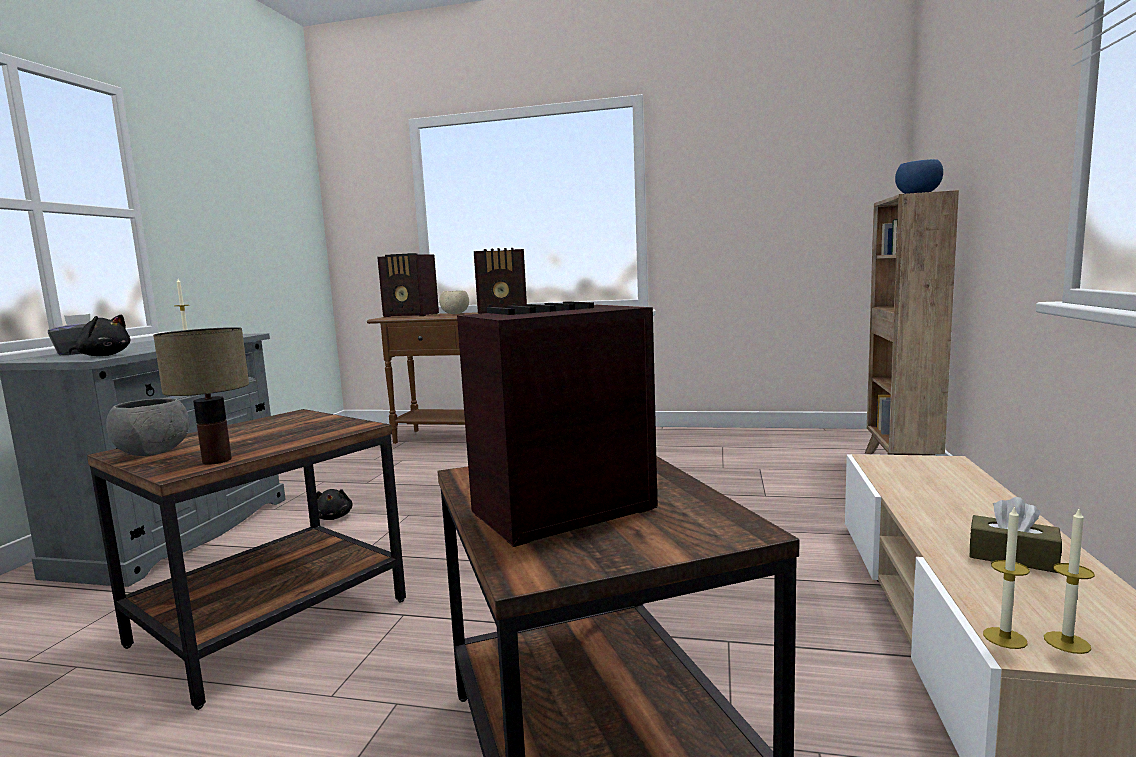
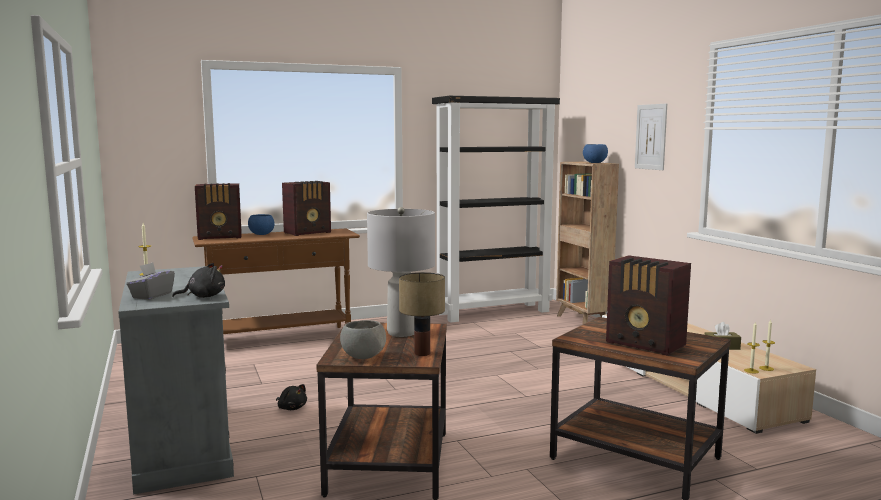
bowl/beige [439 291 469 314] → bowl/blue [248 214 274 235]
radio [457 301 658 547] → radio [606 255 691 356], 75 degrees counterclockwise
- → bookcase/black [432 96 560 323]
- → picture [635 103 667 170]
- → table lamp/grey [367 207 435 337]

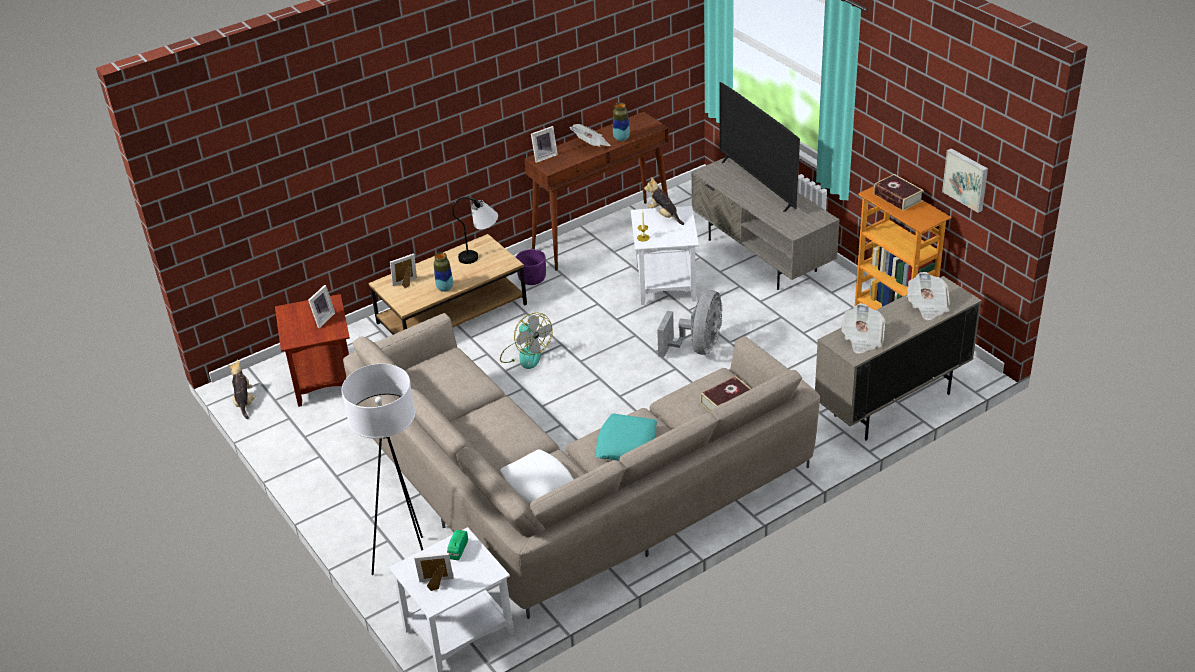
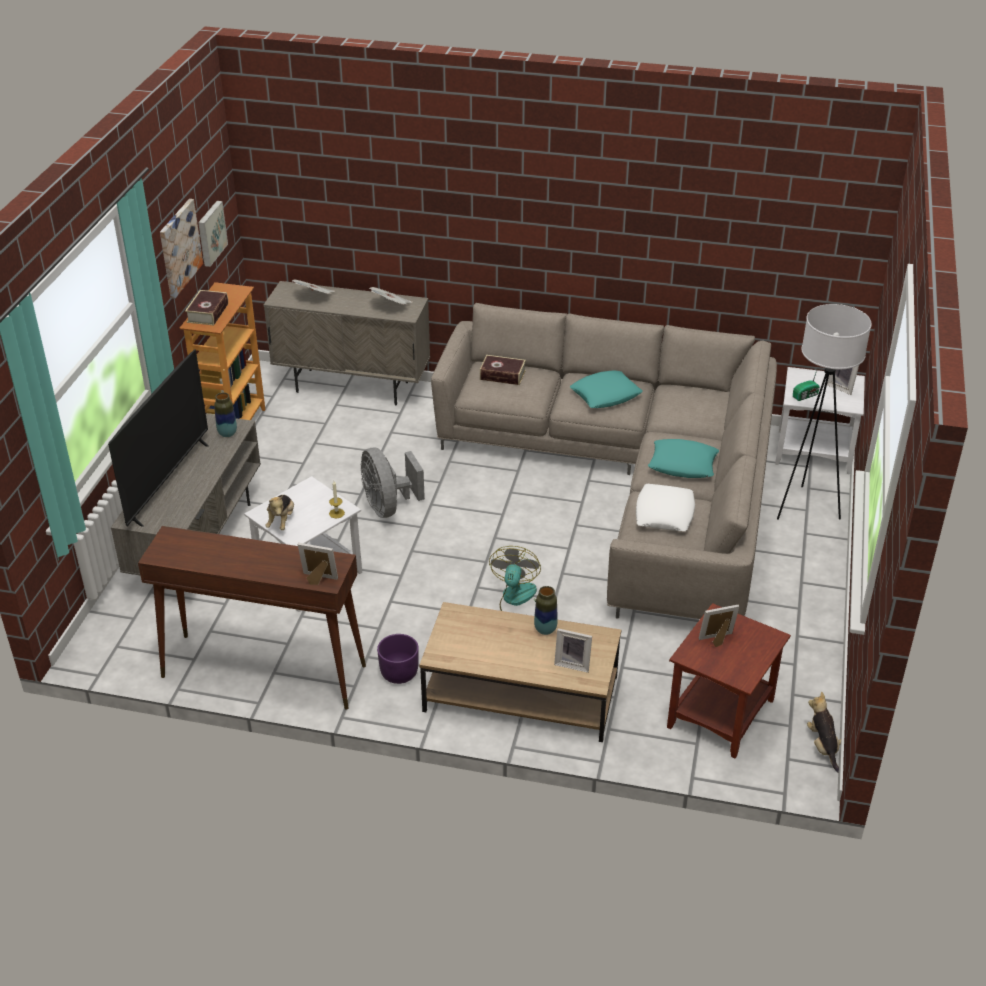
vase [613 103 630 141] → vase [214 392 237 437], shifted
newspaper [569 124 611 147] → -
table lamp [452 197 498 264] → -
fan/grey [657 290 722 357] → fan/grey [360 447 425 518], 90 degrees counterclockwise
plush toy [228 360 256 419] → plush toy [807 692 841 773], 135 degrees clockwise
pillow/white [500 449 574 503] → pillow/white [636 484 695 531], shifted
- → picture [160 199 203 299]
- → pillow/turquoise [648 439 719 478]

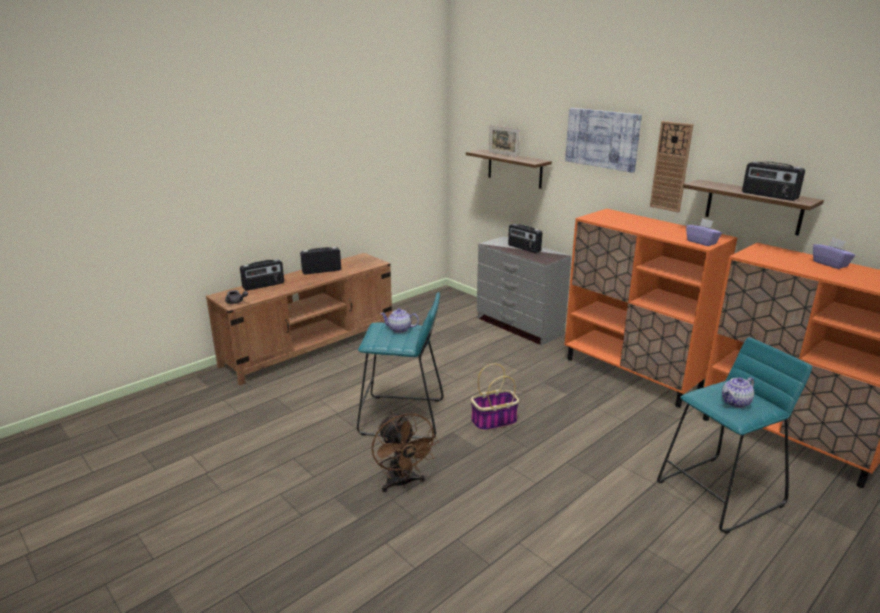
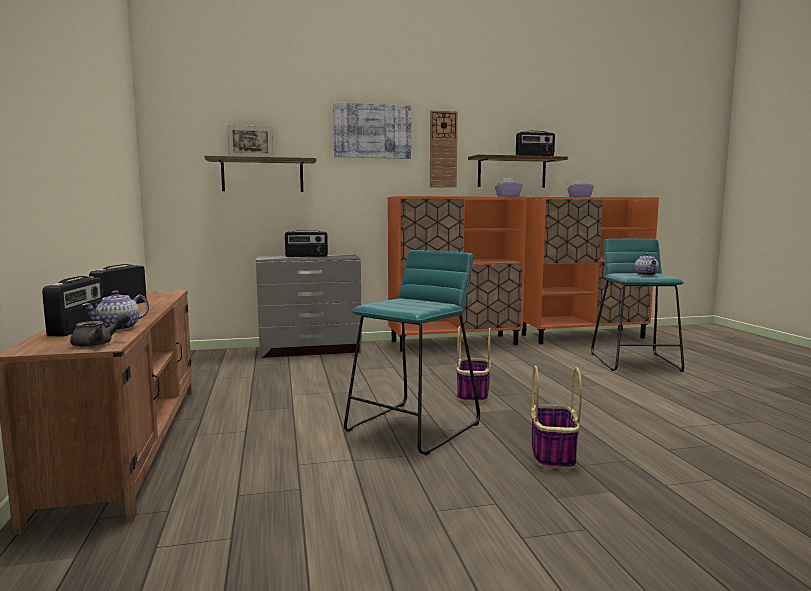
teapot [380 308 419 333] → teapot [82 290 149 331], shifted
fan/brown [372 412 439 492] → basket [531 366 582 469]

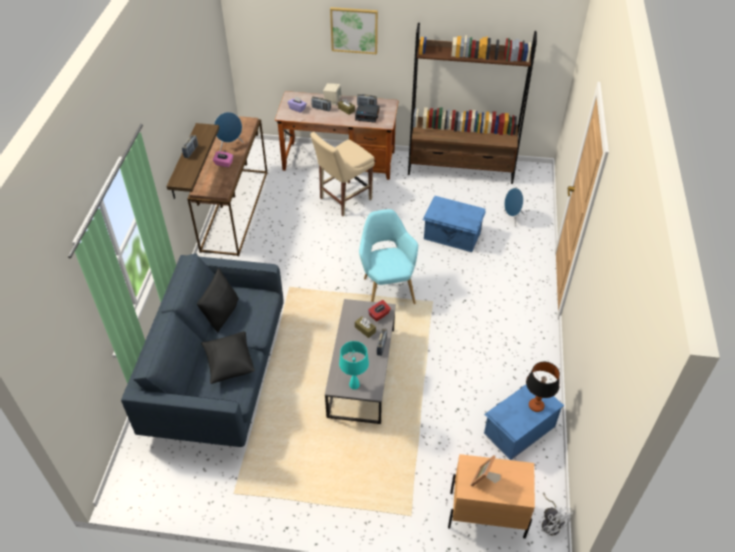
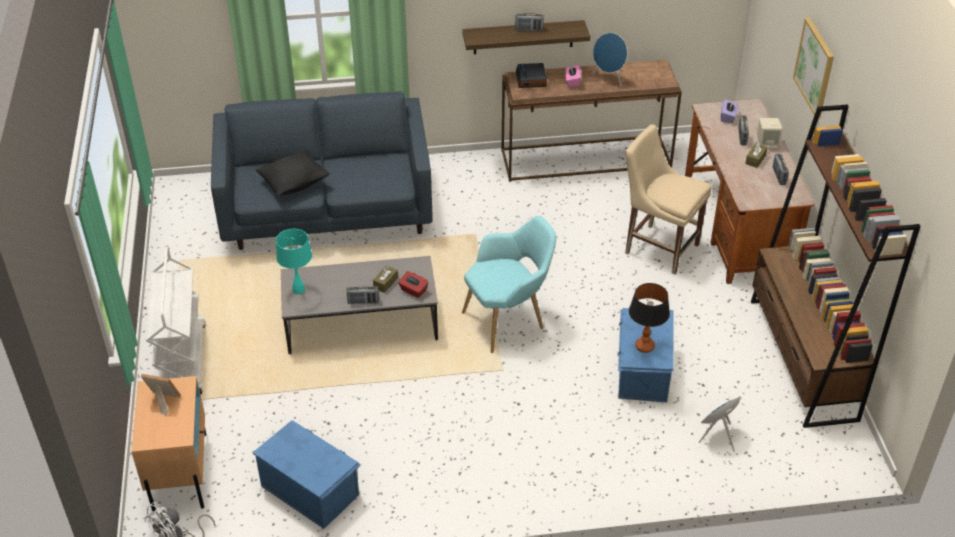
alarm clock [355 104 379 123] → alarm clock [516 63 547 88], shifted
pillow/black [197 268 239 332] → -
table lamp [526 362 560 412] → table lamp [629 283 670 353], shifted
- → cart/white [145 246 205 394]

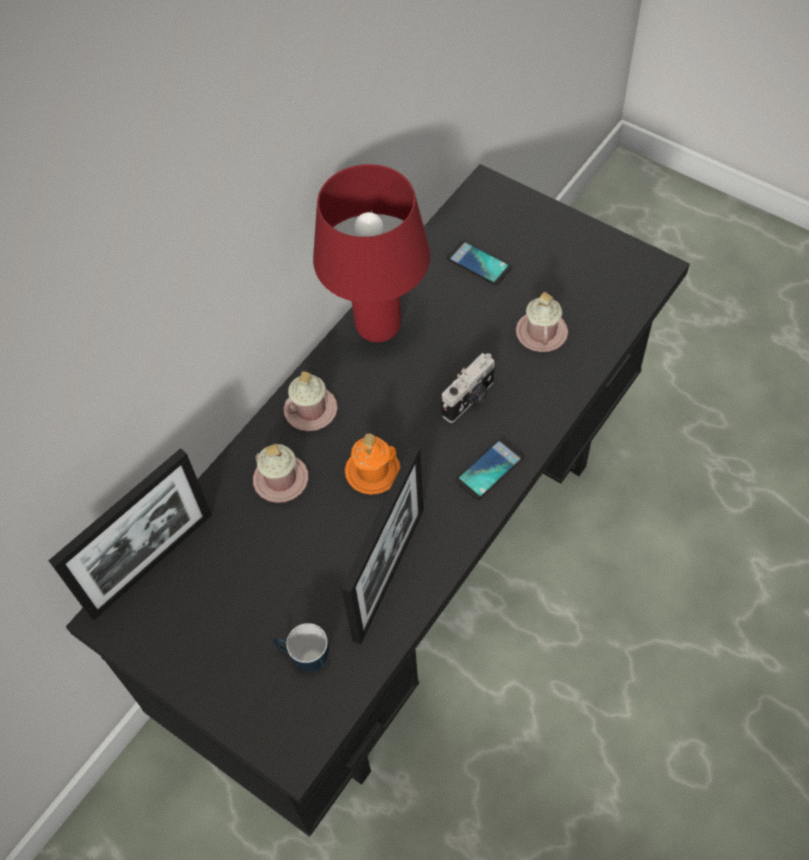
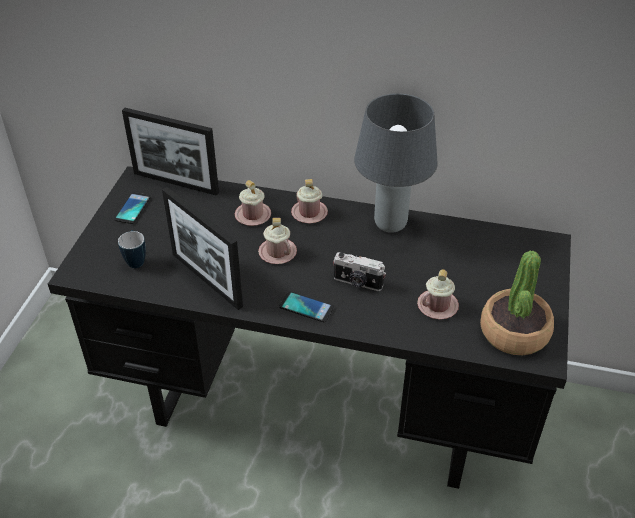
table lamp/red [313 164 430 342] → table lamp/grey [354 93 438 233]
phone [446 241 512 285] → phone [114 192 151 224], shifted
mug/orange [345 433 400 495] → mug/pink [258 218 297 264]
picture frame [341 445 423 644] → picture frame [162 187 243 310], 45 degrees clockwise
- → potted plant [480 251 554 355]

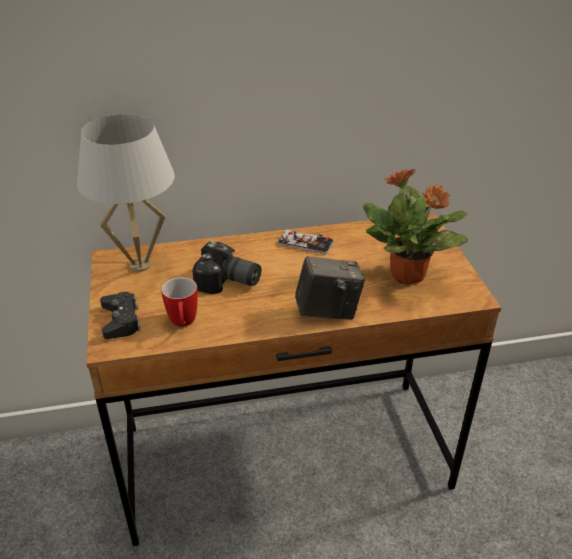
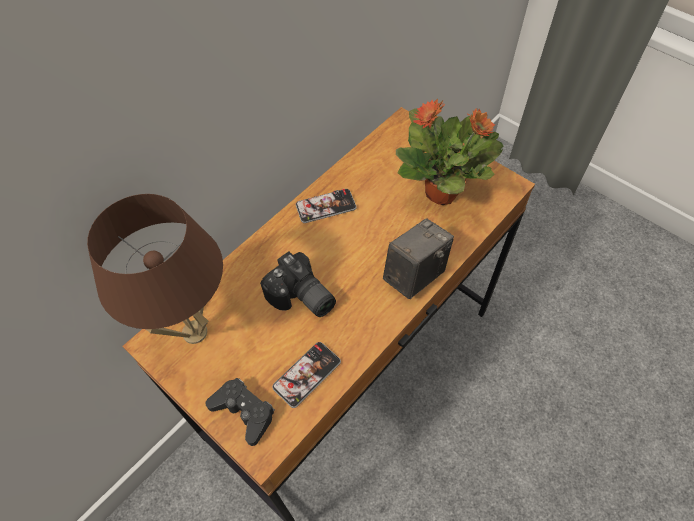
table lamp/white [77 114 175 272] → table lamp/brown [87 194 223 344]
photo camera [192 241 261 294] → photo camera [260 251 336 317], 60 degrees clockwise
mug [161 277 198 327] → phone [272 342 341 408]

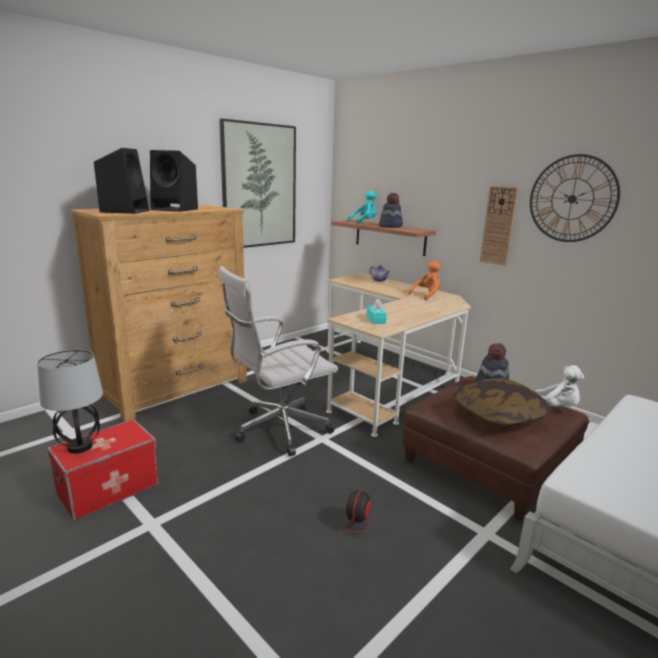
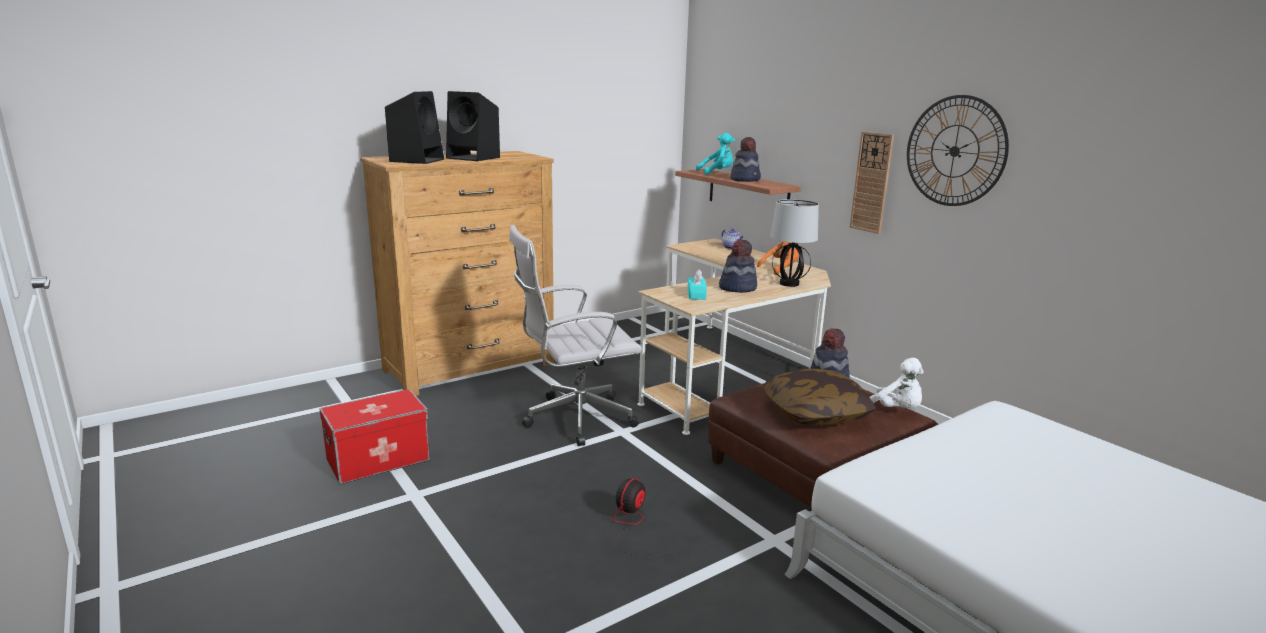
picture [219 118 296 248] → -
table lamp [37 350 103 454] → table lamp [770 199 819 287], shifted
- → hat [719 239 757 293]

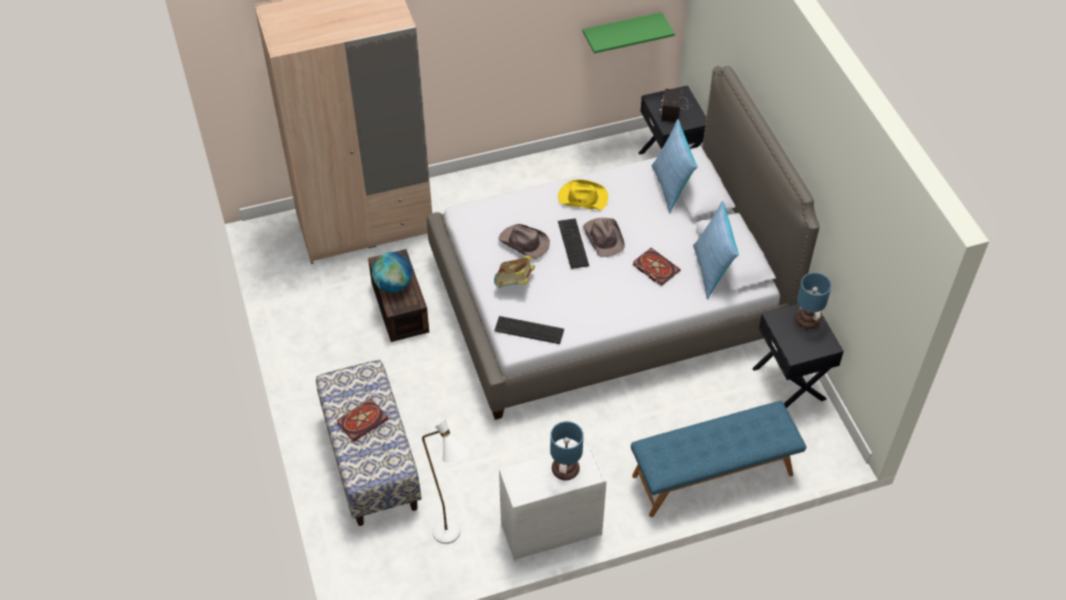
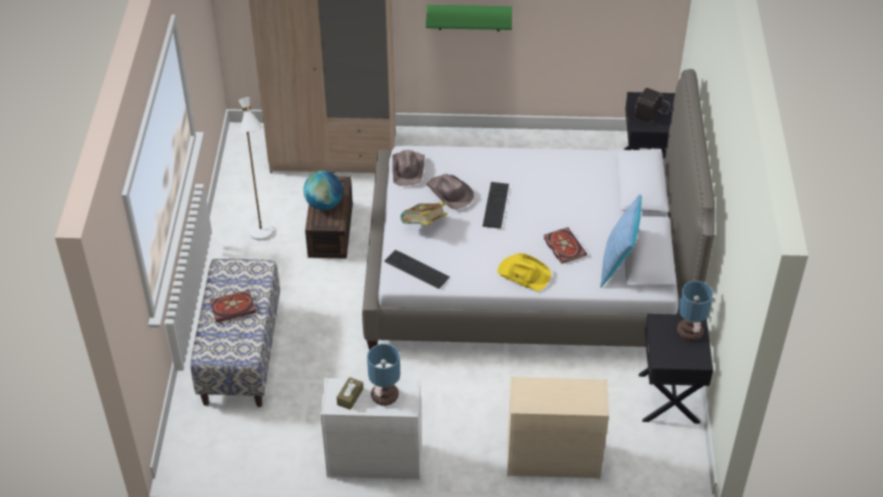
shelf/green [582 12 675 54] → shelf/green [426 5 512 31], shifted
pillow [652 119 697 214] → -
hat/yellow [558 179 608 210] → hat/yellow [497 253 551 291], shifted
hat/brown [583 218 625 257] → hat/brown [392 150 425 186], shifted
bench/blue [631 401 806 517] → dresser/beige [507 376 609 479]
floor lamp/white [422 418 470 544] → floor lamp/white [239 97 273 240], shifted
- → tissue box/brown [337 377 363 410]

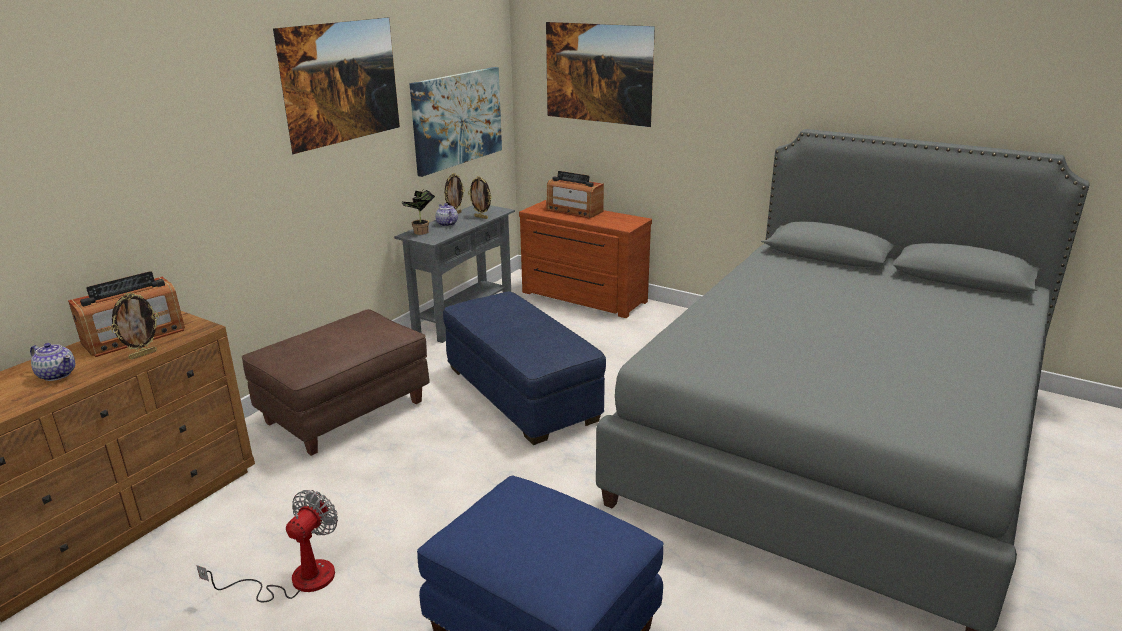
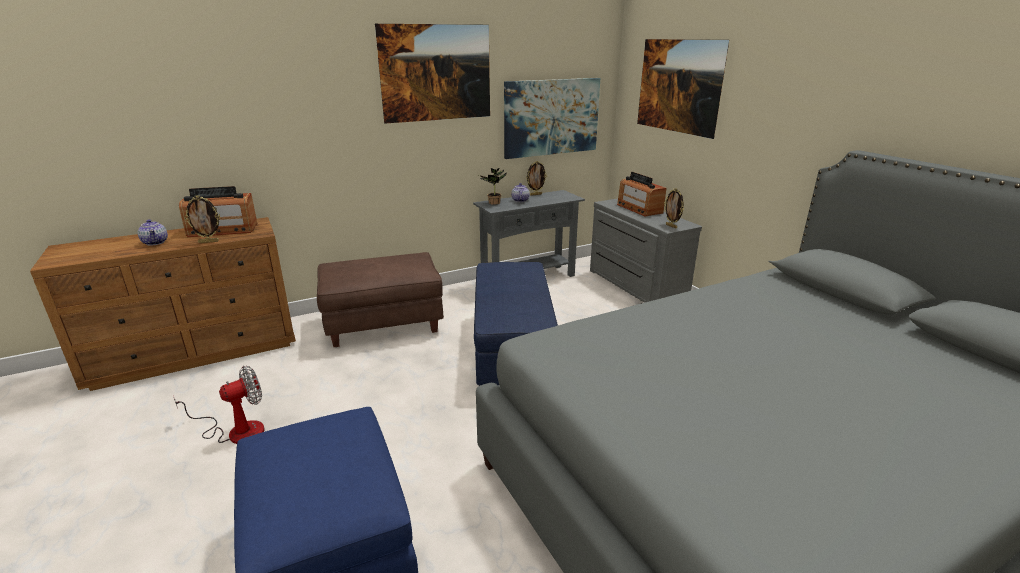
picture frame [468 176 492 219] → picture frame [664 188 684 228], shifted
dresser/brown [519 200 652 318] → dresser/grey [590 198 702 303]

